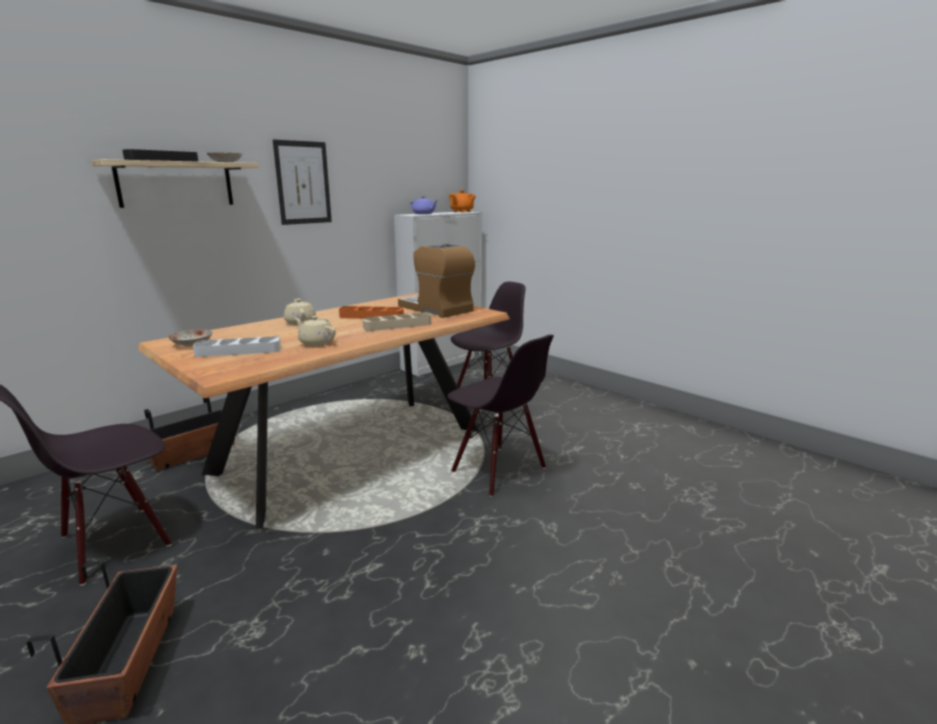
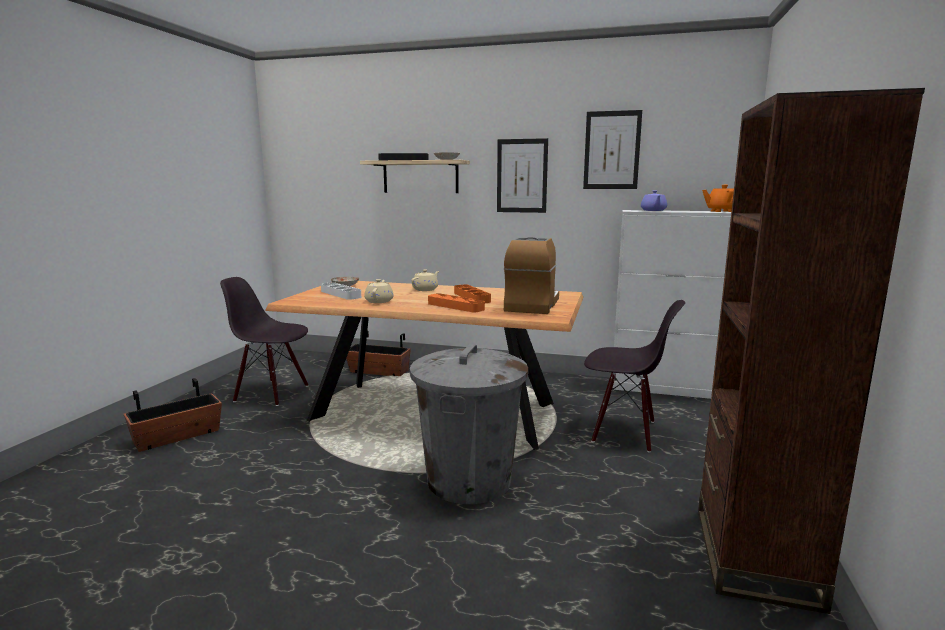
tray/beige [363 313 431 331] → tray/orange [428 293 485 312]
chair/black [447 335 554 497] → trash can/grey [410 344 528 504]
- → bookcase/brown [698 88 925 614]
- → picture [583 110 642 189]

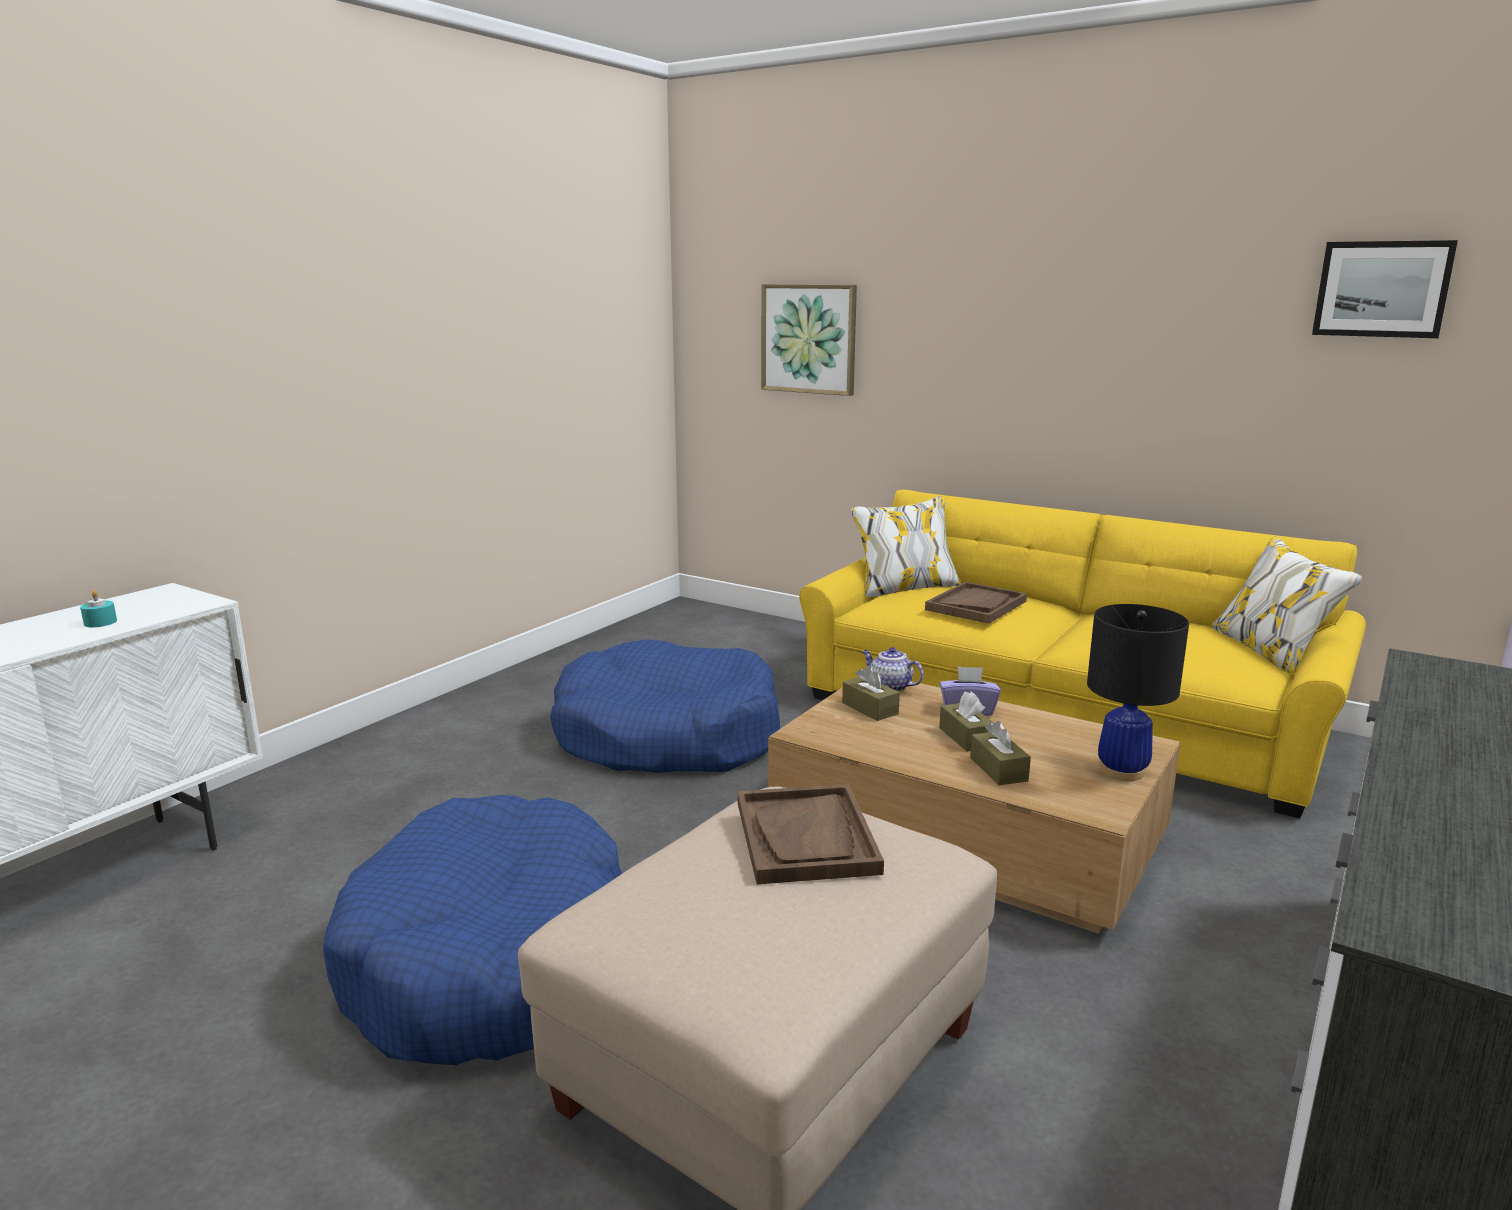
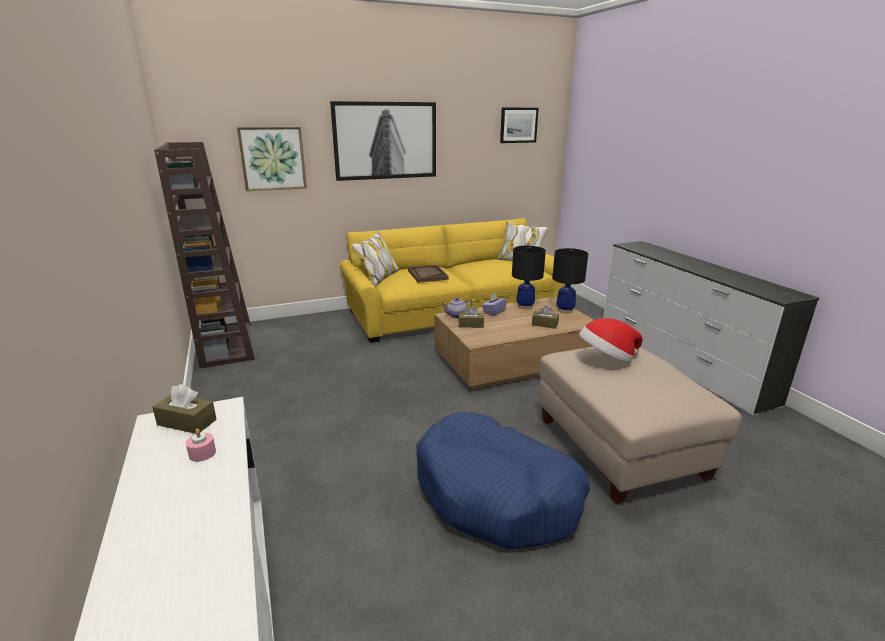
candle/turquoise [80 590 117 627] → candle/pink [186 428 216 462]
dog bed/blue [550 639 780 773] → -
tissue box/brown [939 692 994 752] → tissue box/brown [152 384 217 434], shifted
tray/brown [738 784 884 884] → hat [579 318 642 363]
- → picture [330 101 436 181]
- → bookcase/brown [154 142 255 368]
- → table lamp/black [512 246 546 309]

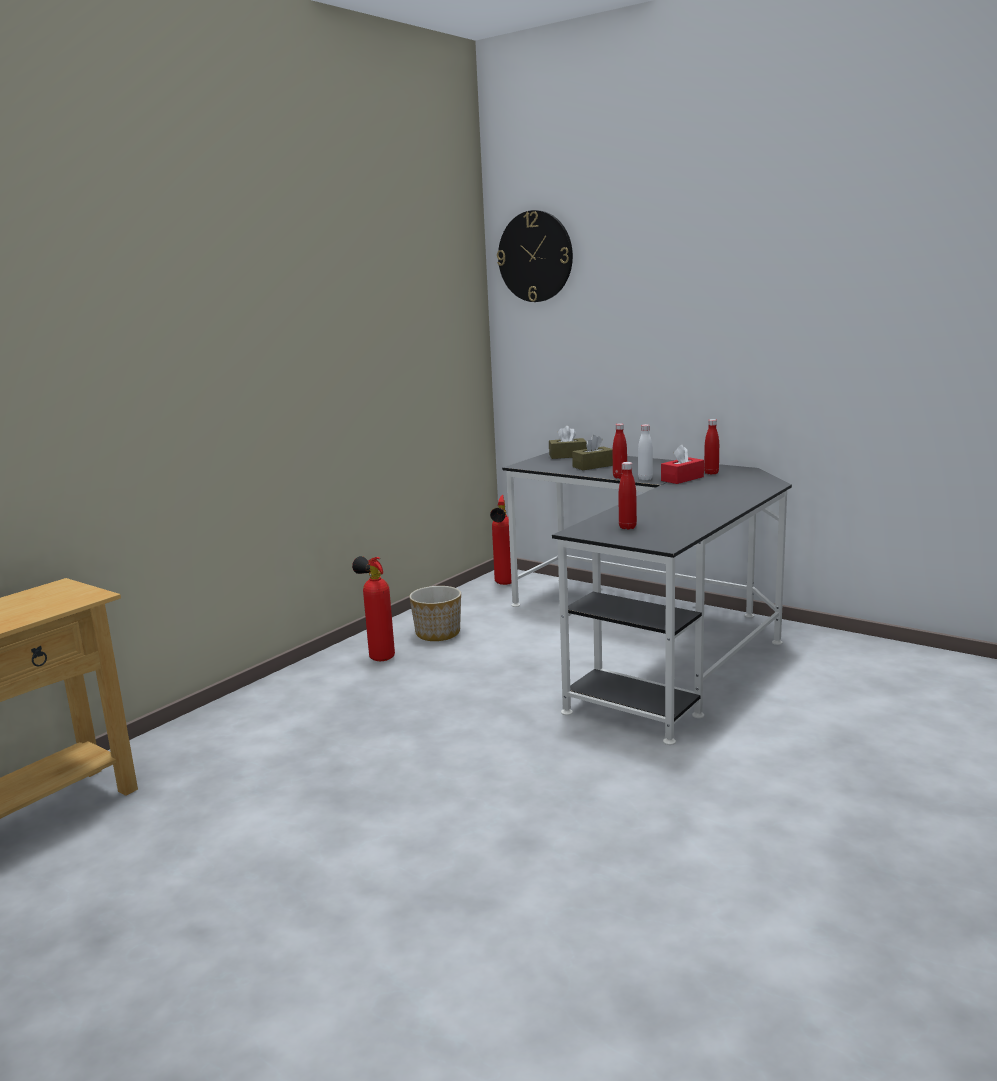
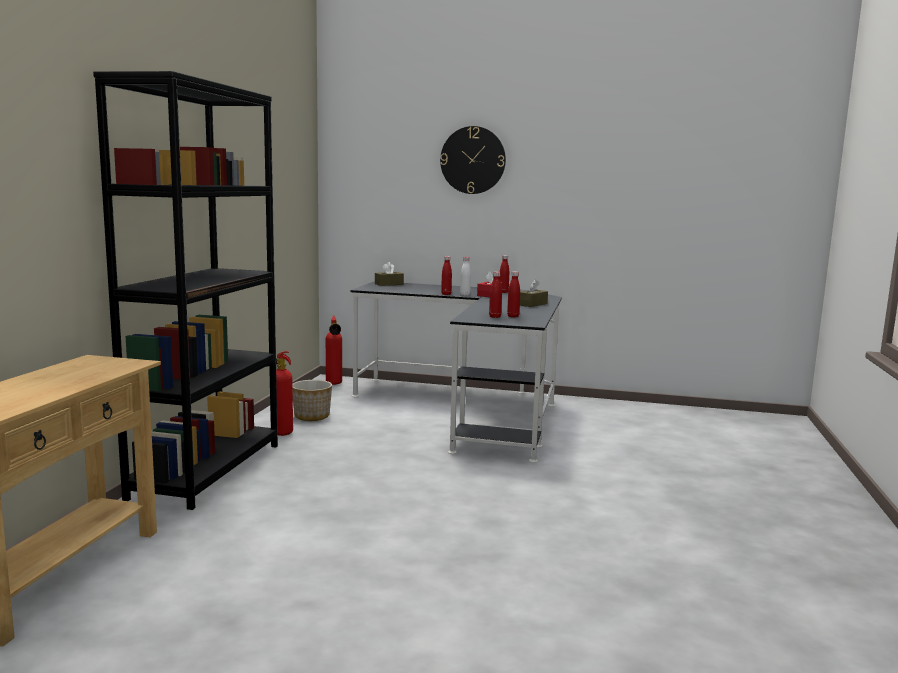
wall clock [497 210 573 302] → wall clock [440 126 506 194], shifted
tissue box/brown [572 435 613 470] → tissue box/brown [520 279 548 307], shifted
- → bookcase/black [93 71 278 510]
- → bottle/red [507 271 520 317]

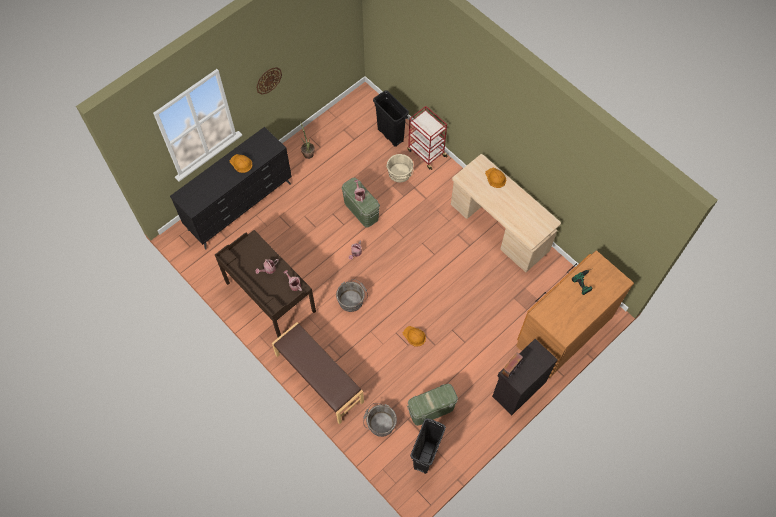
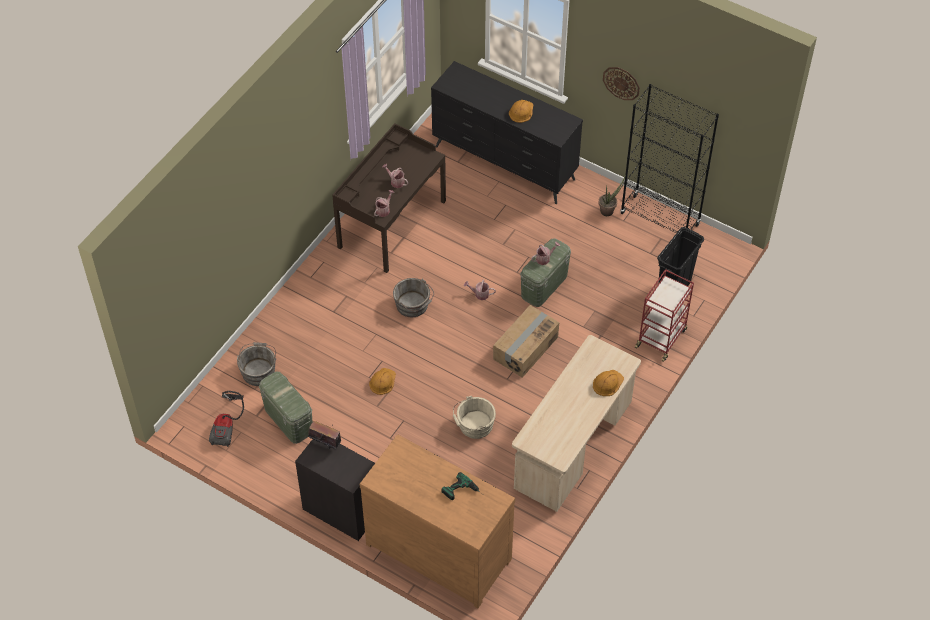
bucket/beige [386 154 414 183] → bucket/beige [453 396 496 439], shifted
bench/brown [272 322 364 424] → -
trash can/black [410 418 446 474] → vacuum cleaner [209 391 244 447]
- → bookcase/black [620 84 719 233]
- → cardboard box [493 305 559 378]

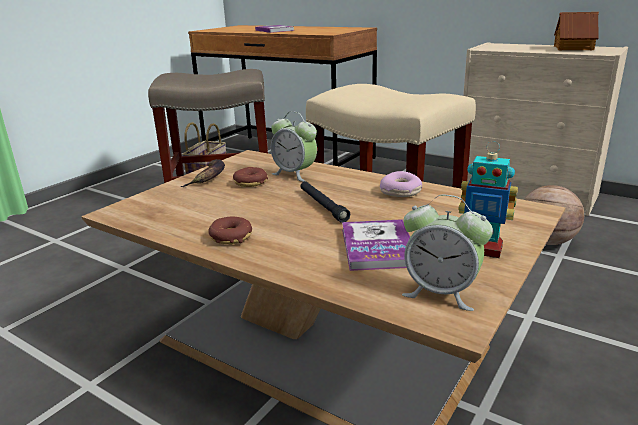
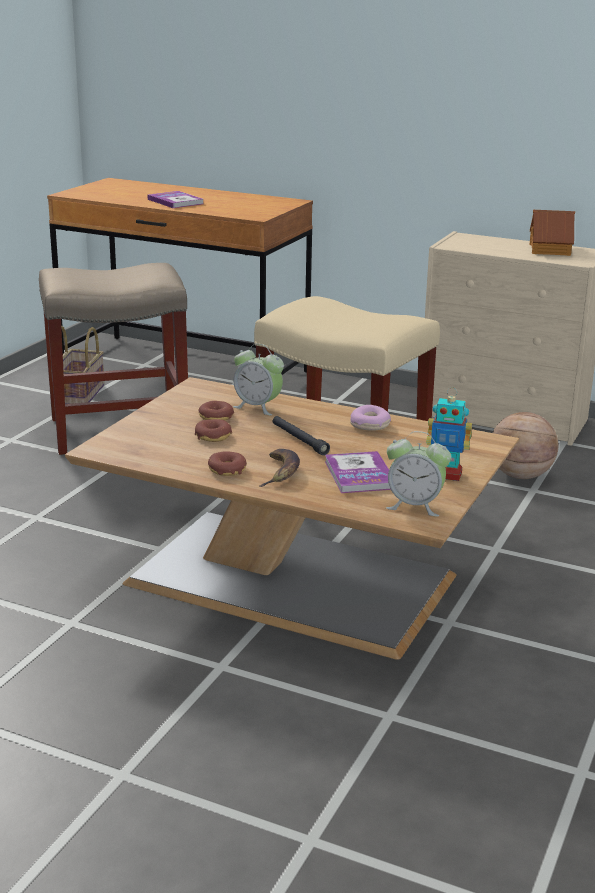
banana [181 159 225 187] → banana [259 449 300 487], shifted
- → donut [195 419 232 442]

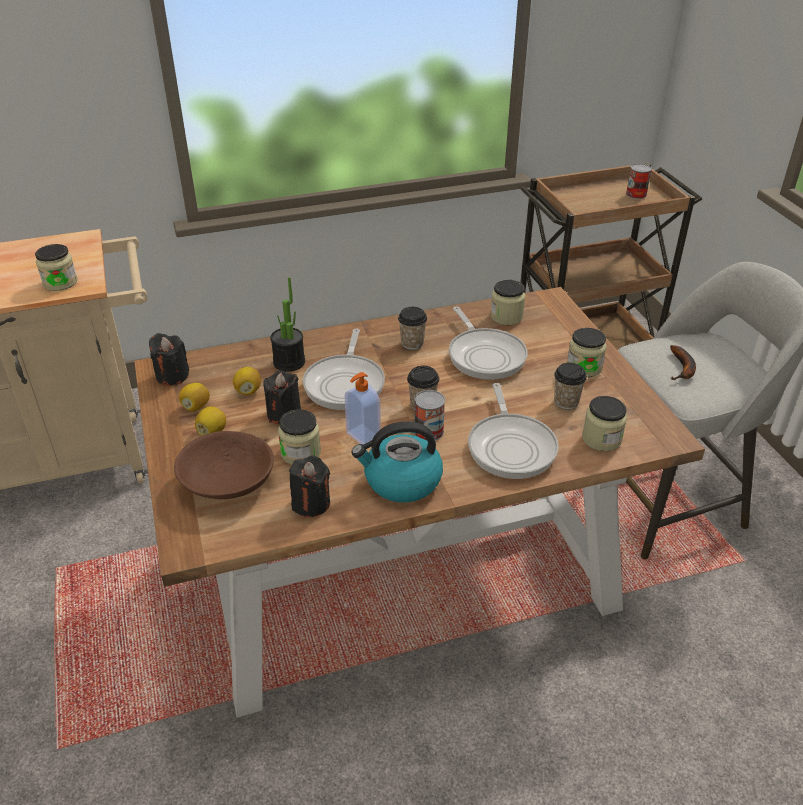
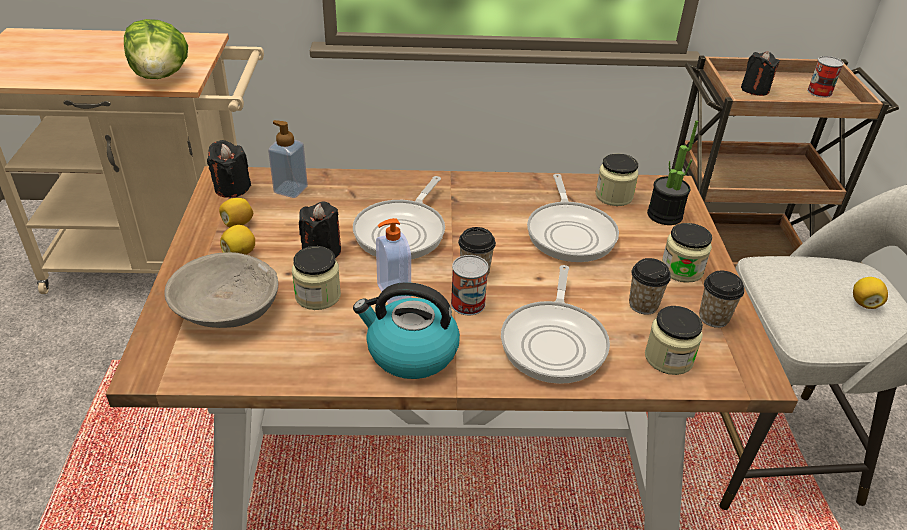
jar [35 244 78 291] → lettuce [124 19 188 79]
potted plant [270 277 305 372] → potted plant [647 120 698 225], shifted
cup [398 307 427 350] → cup [699 271 744 328], shifted
banana [670 345 696 380] → -
lemon [233 367 261 395] → lemon [853 277 888 309], shifted
bowl/brown [174 431 274 499] → bowl/grey [164 252 278 328]
candle/black [289 455 330 517] → candle/black [741 51 780 96], shifted
- → soap dispenser [268 120 308 198]

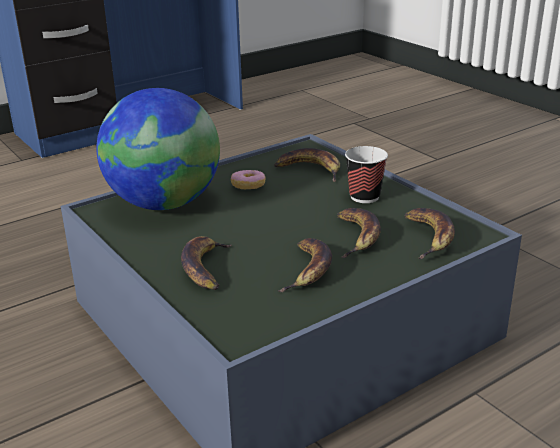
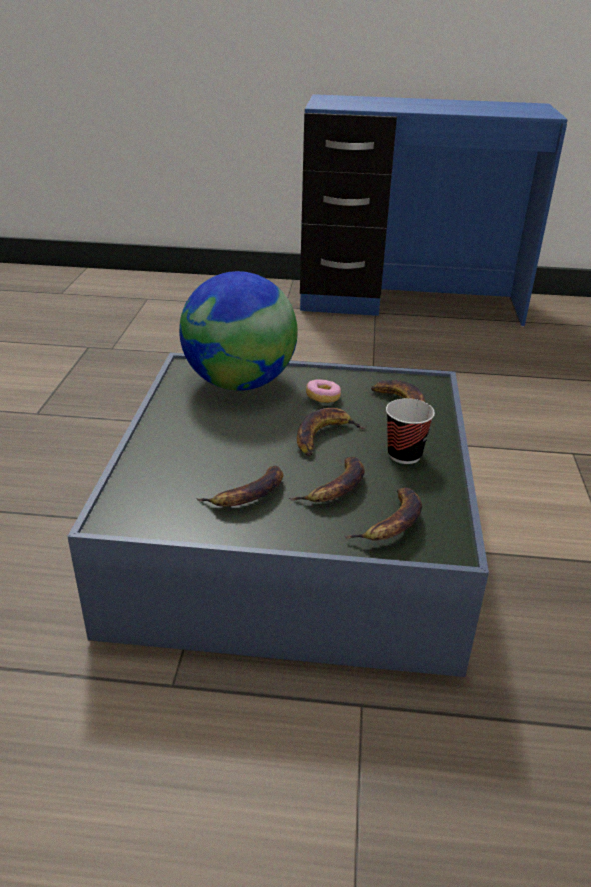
banana [181 236 232 290] → banana [297 408 366 456], shifted

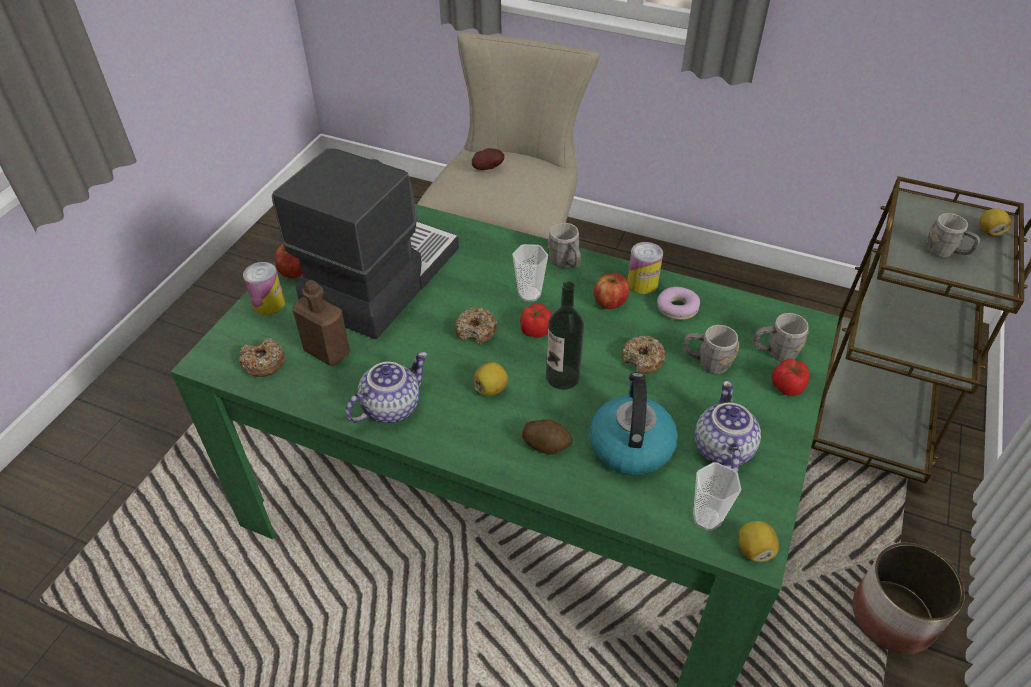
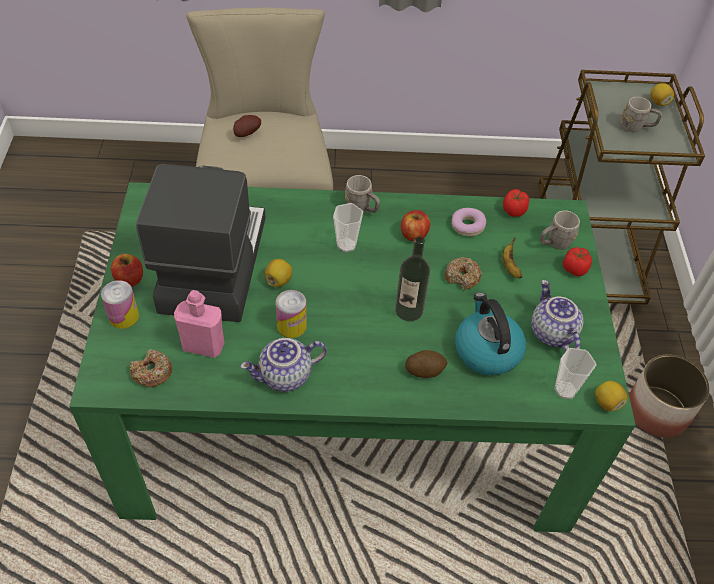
can [627 242 663 294] → can [276 290 307 338], shifted
bottle/brown [293 280 350 366] → bottle/pink [174 290 224 358]
tomato [520 303 552 338] → tomato [503 189 529 217], shifted
donut [455 307 497 344] → -
mug/grey [683 325 739 374] → banana [502 237 523 279]
teapot [345 352 428 423] → teapot [240 338 327 392], 135 degrees counterclockwise
lemon [473 362 508 396] → lemon [264 259 292 287], shifted

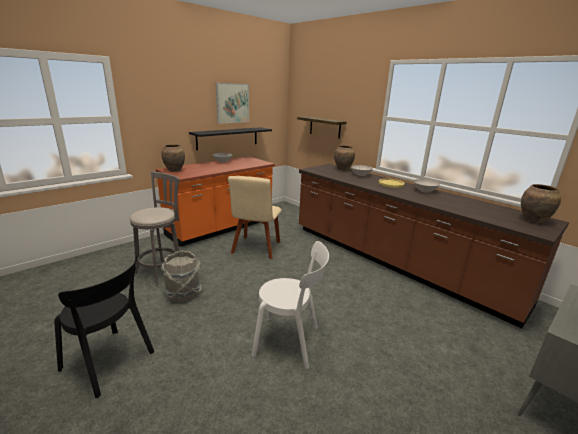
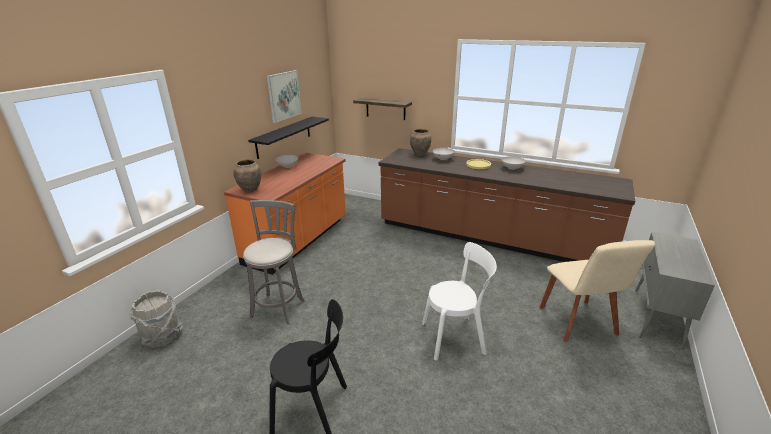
chair/beige [228 176 282 259] → chair/beige [540 240 655 342], shifted
vase/brown [521 184 561 224] → -
bucket/grey [161 251 202 303] → bucket/grey [129 290 182 348], shifted

